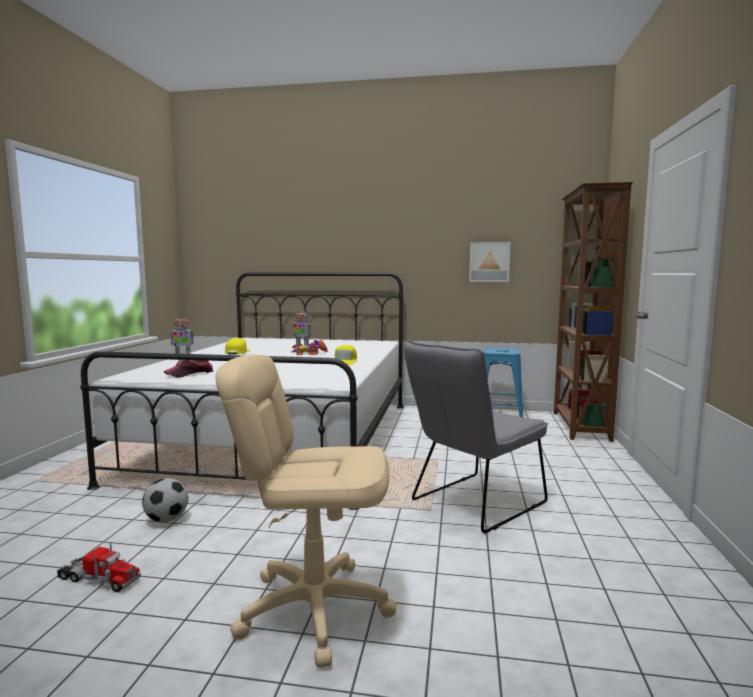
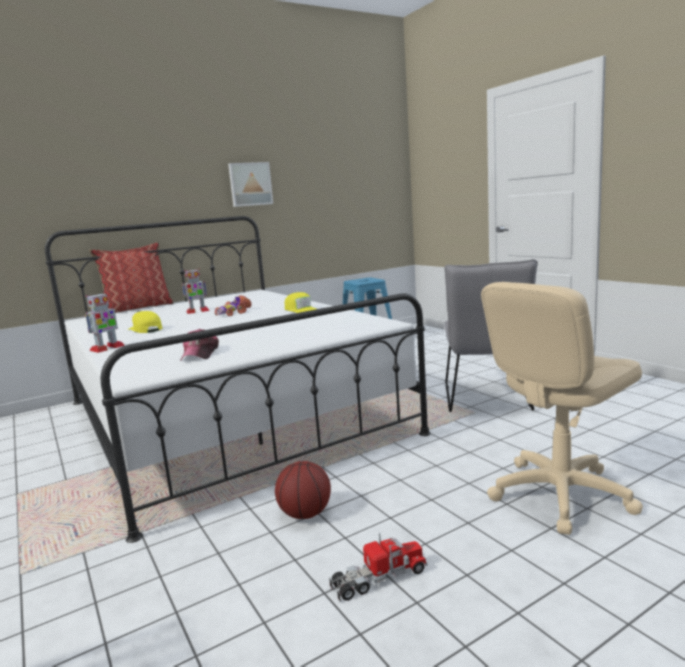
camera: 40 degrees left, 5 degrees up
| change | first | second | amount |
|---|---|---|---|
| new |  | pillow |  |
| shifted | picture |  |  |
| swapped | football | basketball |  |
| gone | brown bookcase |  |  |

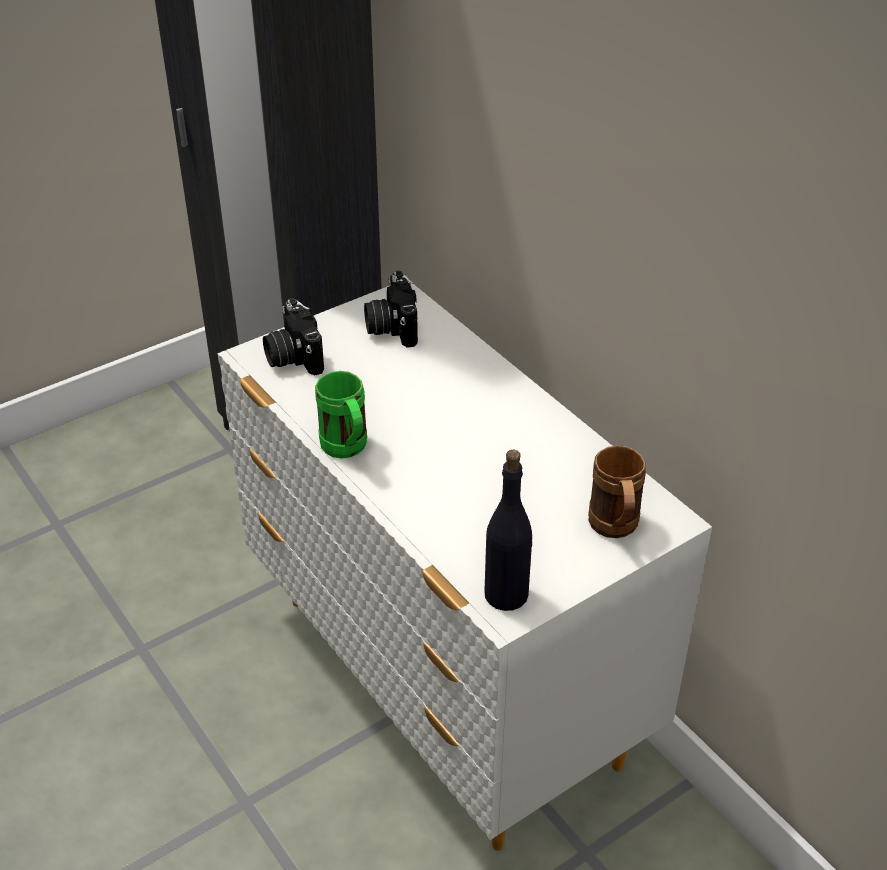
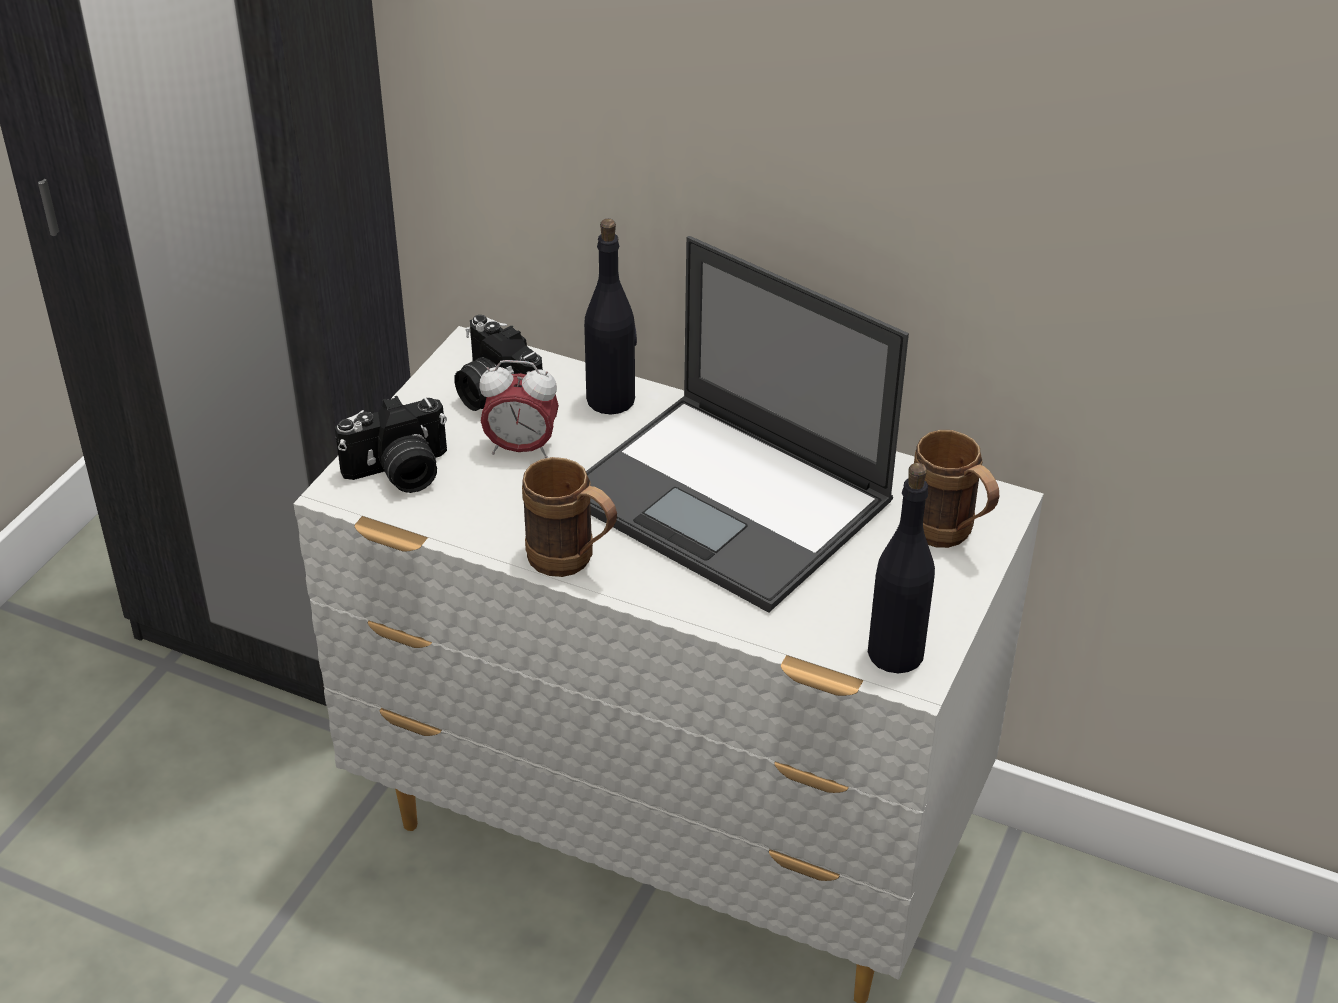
camera: 30 degrees left, 0 degrees up
| change | first | second | amount |
|---|---|---|---|
| rotated | photo camera (no. 1 from left) |  | 60 degrees counterclockwise |
| new |  | alarm clock |  |
| repainted | green mug | brown mug (no. 1 from left) |  |
| new |  | black bottle (no. 1 from left) |  |
| new |  | laptop |  |

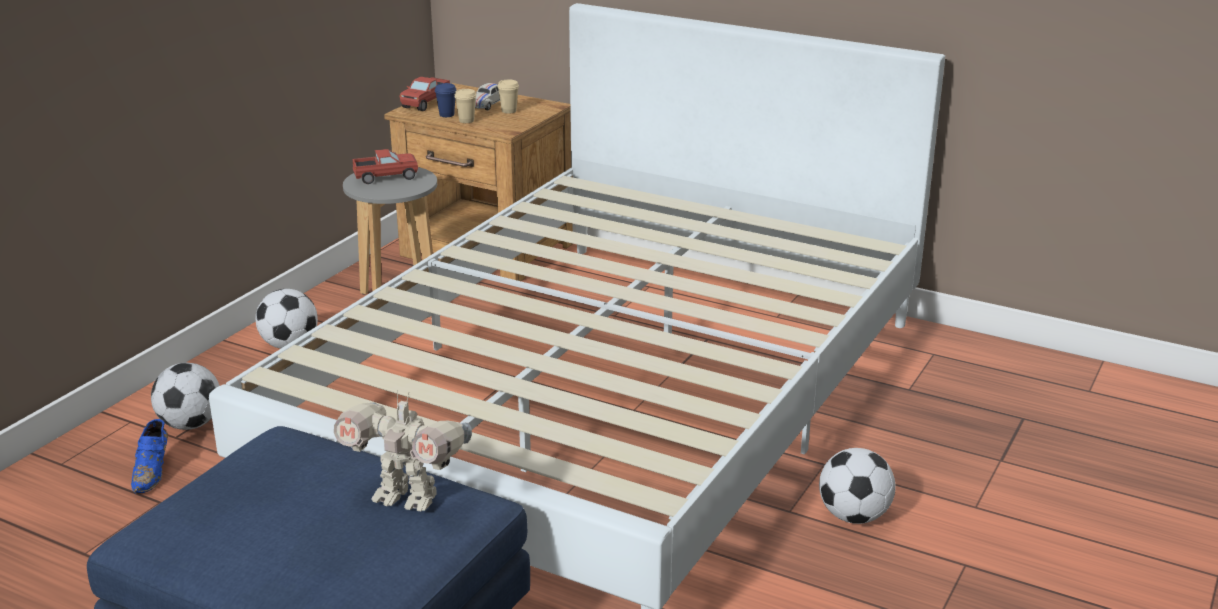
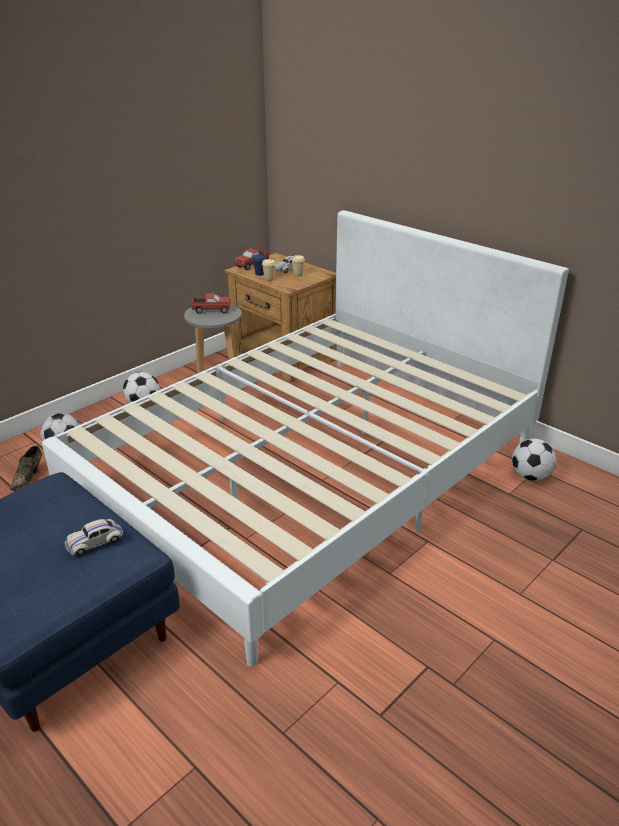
camera: 15 degrees right, 5 degrees up
| change | first | second | amount |
|---|---|---|---|
| repainted | blue shoe | brown shoe |  |
| swapped | toy robot | white toy car (no. 1 from left) |  |
| shifted | football (no. 3 from left) |  |  |

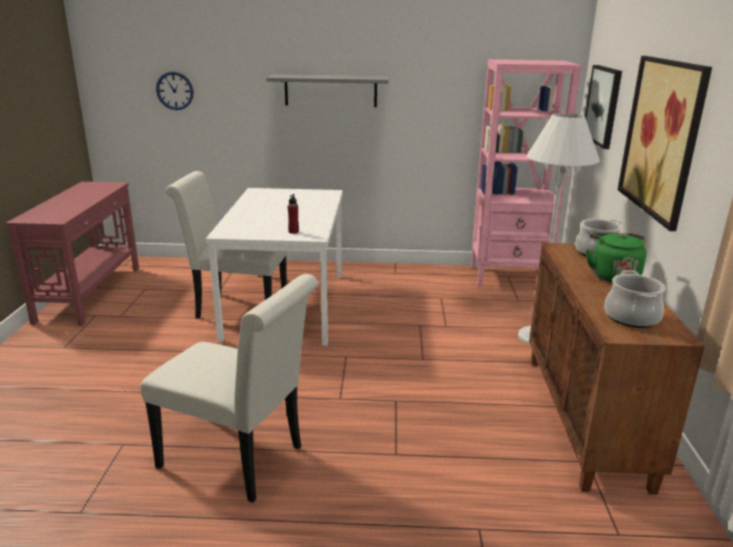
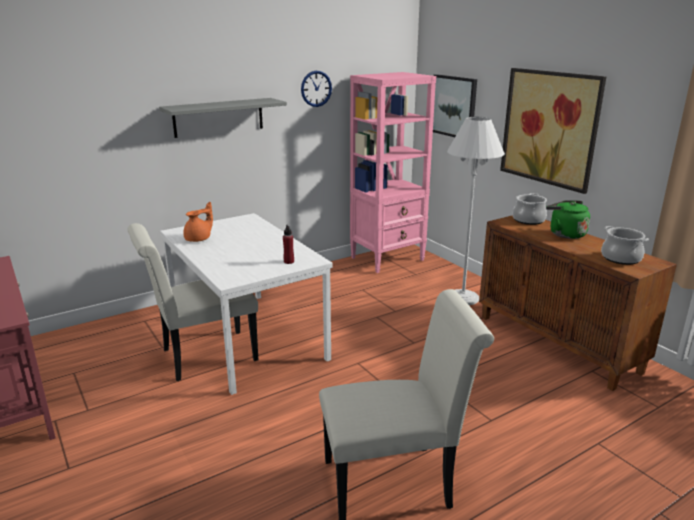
camera: 35 degrees left, 0 degrees up
| change | first | second | amount |
|---|---|---|---|
| new |  | orange teapot |  |
| shifted | wall clock |  |  |

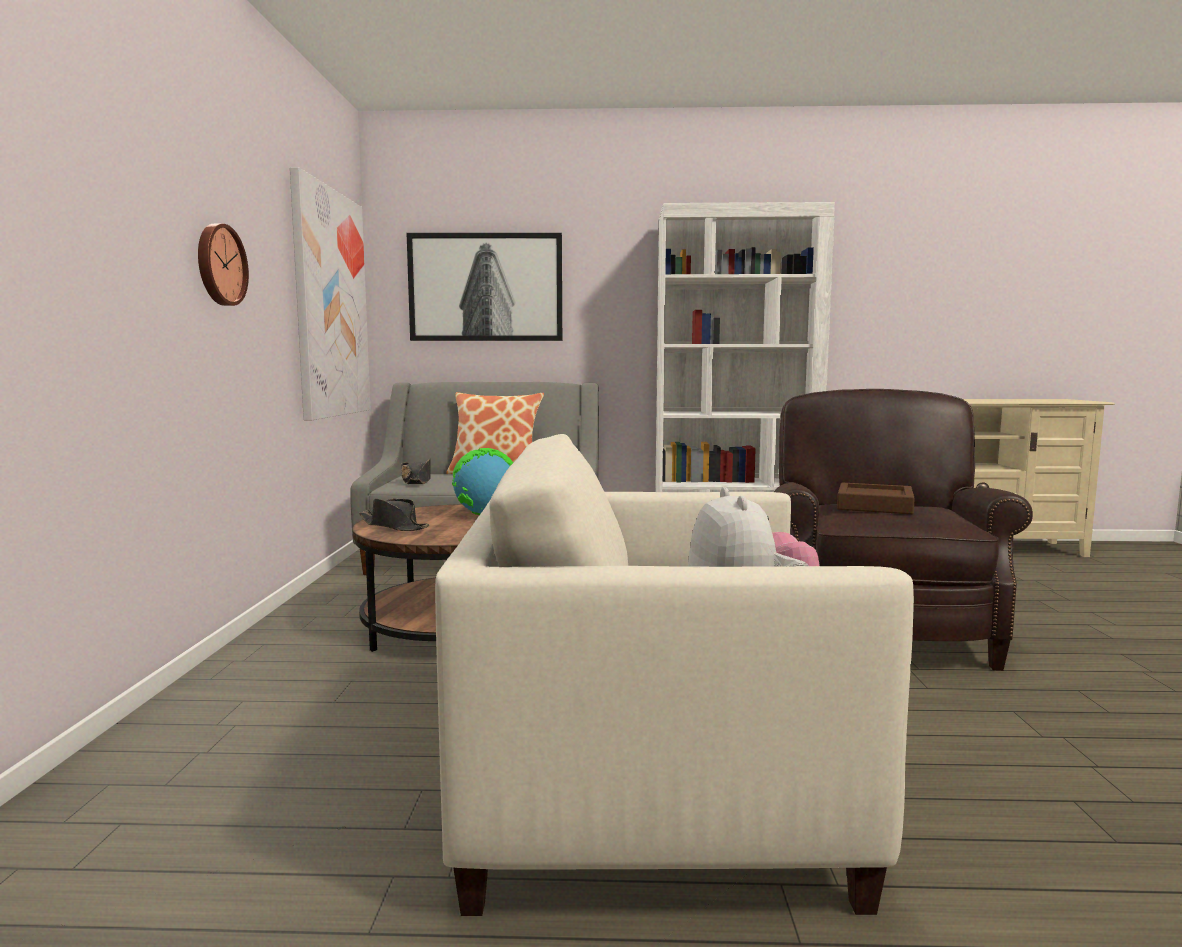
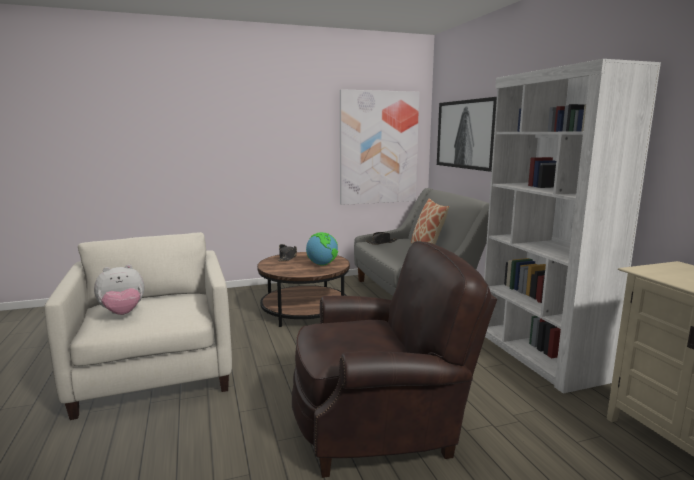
camera: 70 degrees right, 5 degrees up
| change | first | second | amount |
|---|---|---|---|
| gone | wall clock |  |  |
| gone | brown tray |  |  |

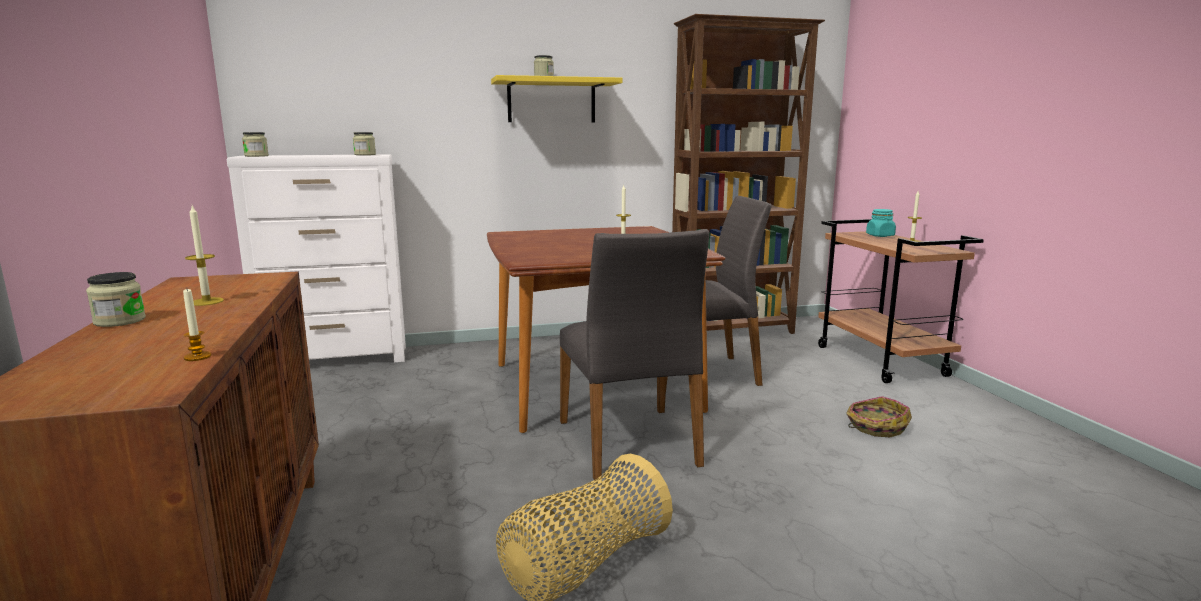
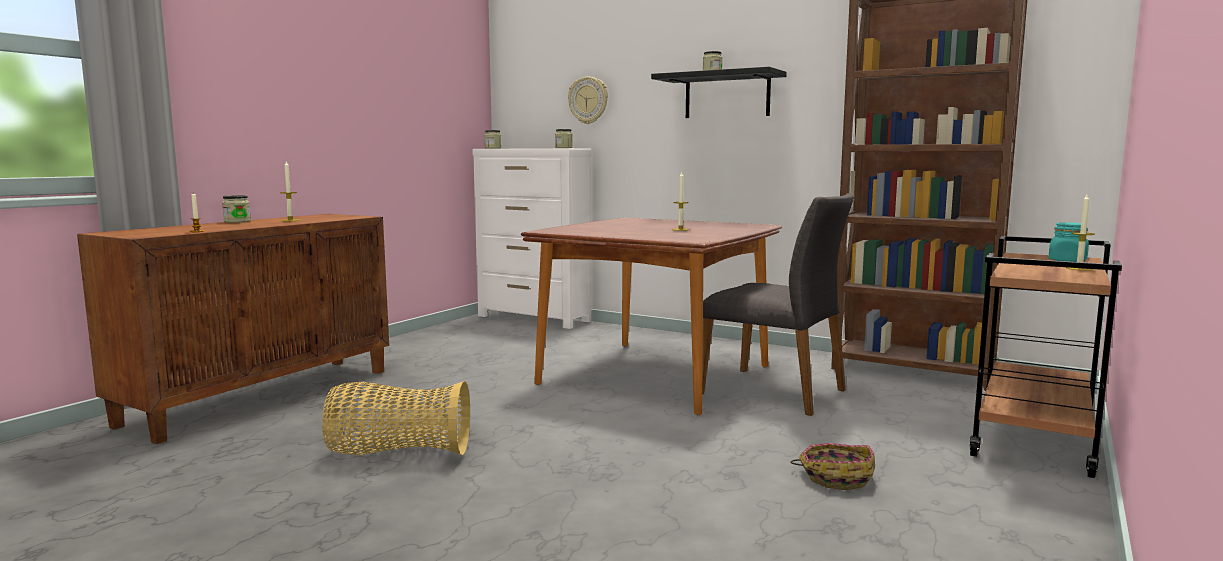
camera: 45 degrees right, 5 degrees down
| change | first | second | amount |
|---|---|---|---|
| new |  | wall clock |  |
| repainted | yellow shelf | black shelf |  |
| gone | grey chair (no. 1 from left) |  |  |

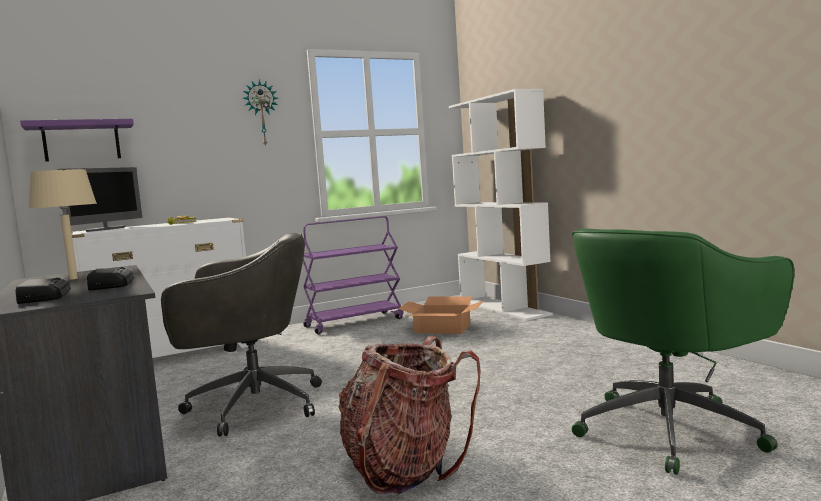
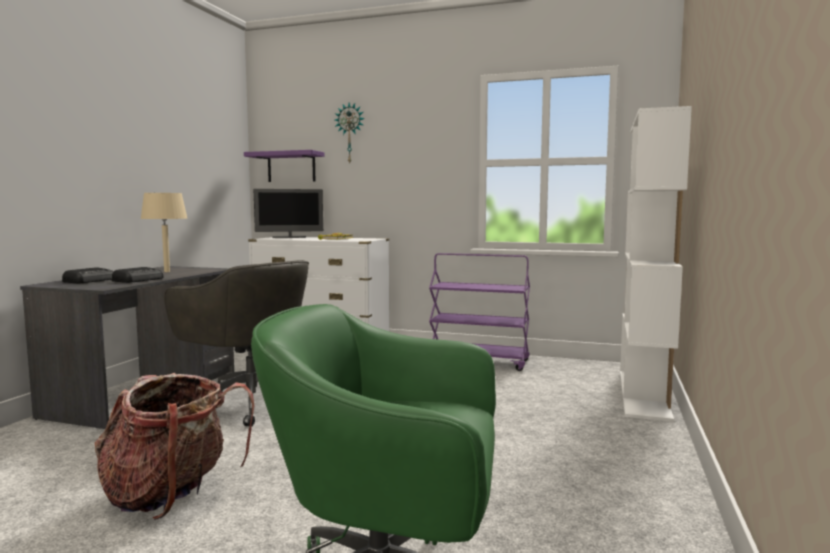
camera: 45 degrees right, 0 degrees up
| change | first | second | amount |
|---|---|---|---|
| shifted | wall clock |  |  |
| gone | cardboard box |  |  |

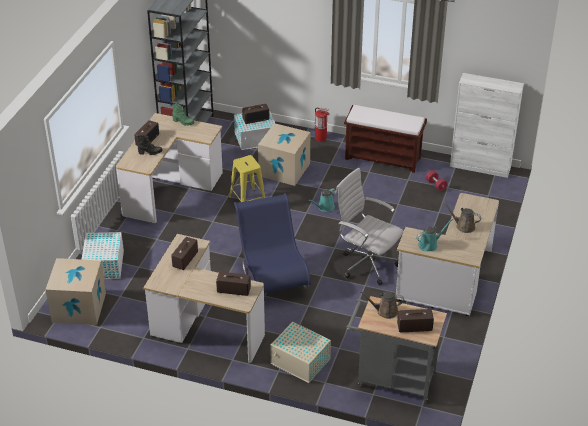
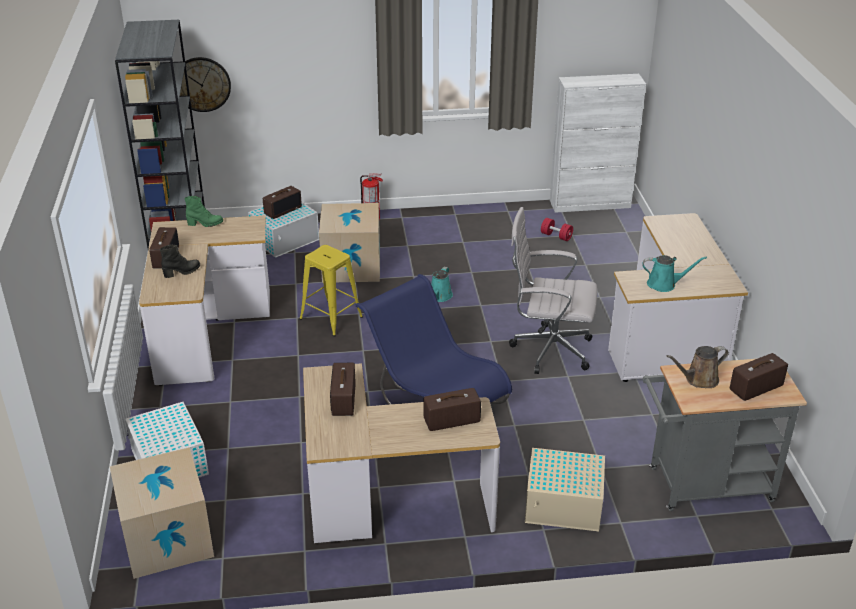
camera: 25 degrees left, 5 degrees down
| change | first | second | amount |
|---|---|---|---|
| new |  | wall clock |  |
| rotated | turquoise watering can (no. 2 from left) |  | 60 degrees clockwise |
| gone | brown bench |  |  |
| gone | brown watering can (no. 2 from left) |  |  |

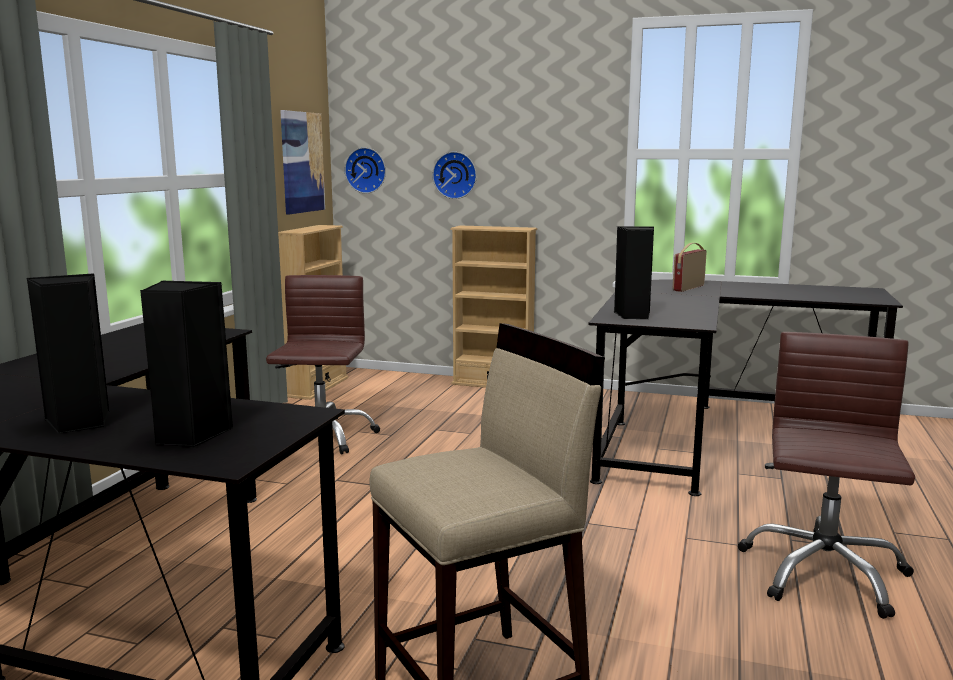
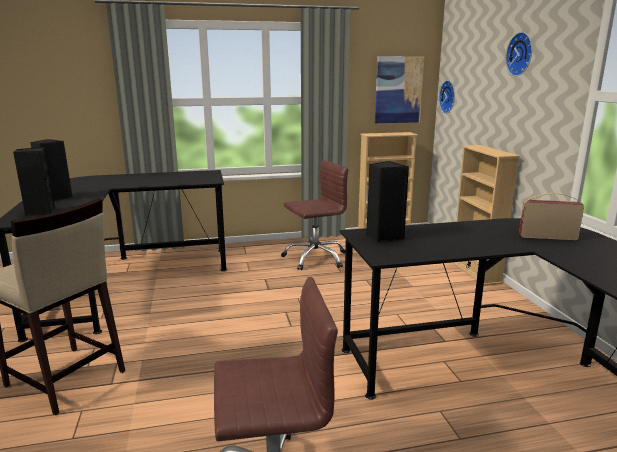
camera: 60 degrees right, 5 degrees up
| change | first | second | amount |
|---|---|---|---|
| shifted | wall clock (no. 2 from left) |  |  |

